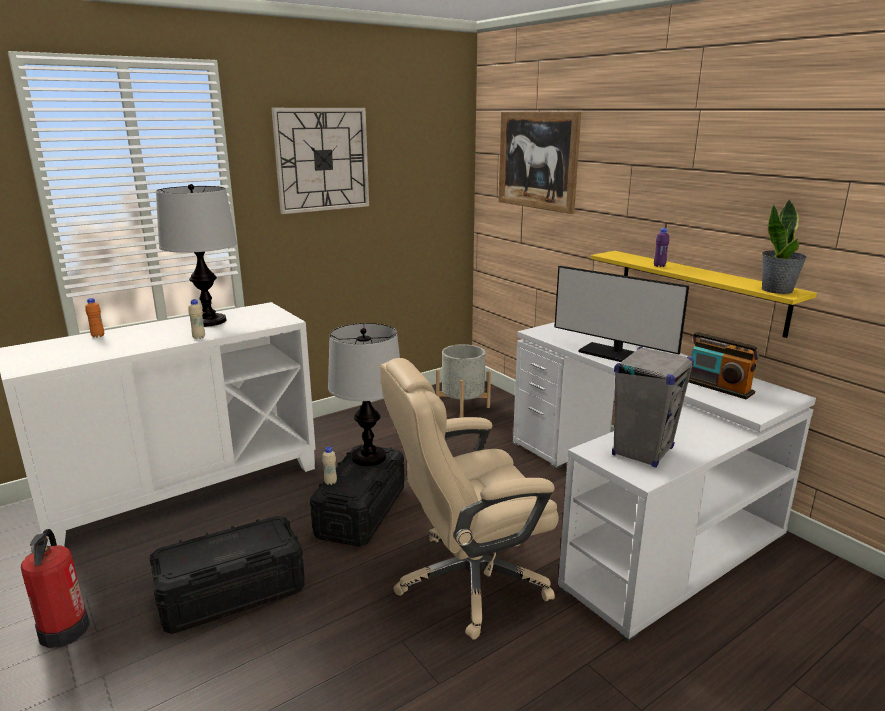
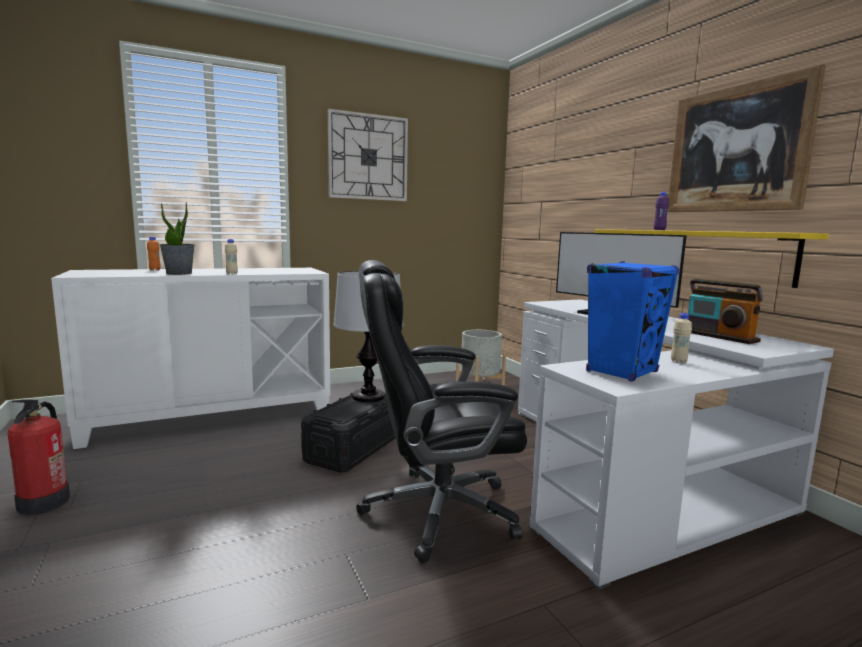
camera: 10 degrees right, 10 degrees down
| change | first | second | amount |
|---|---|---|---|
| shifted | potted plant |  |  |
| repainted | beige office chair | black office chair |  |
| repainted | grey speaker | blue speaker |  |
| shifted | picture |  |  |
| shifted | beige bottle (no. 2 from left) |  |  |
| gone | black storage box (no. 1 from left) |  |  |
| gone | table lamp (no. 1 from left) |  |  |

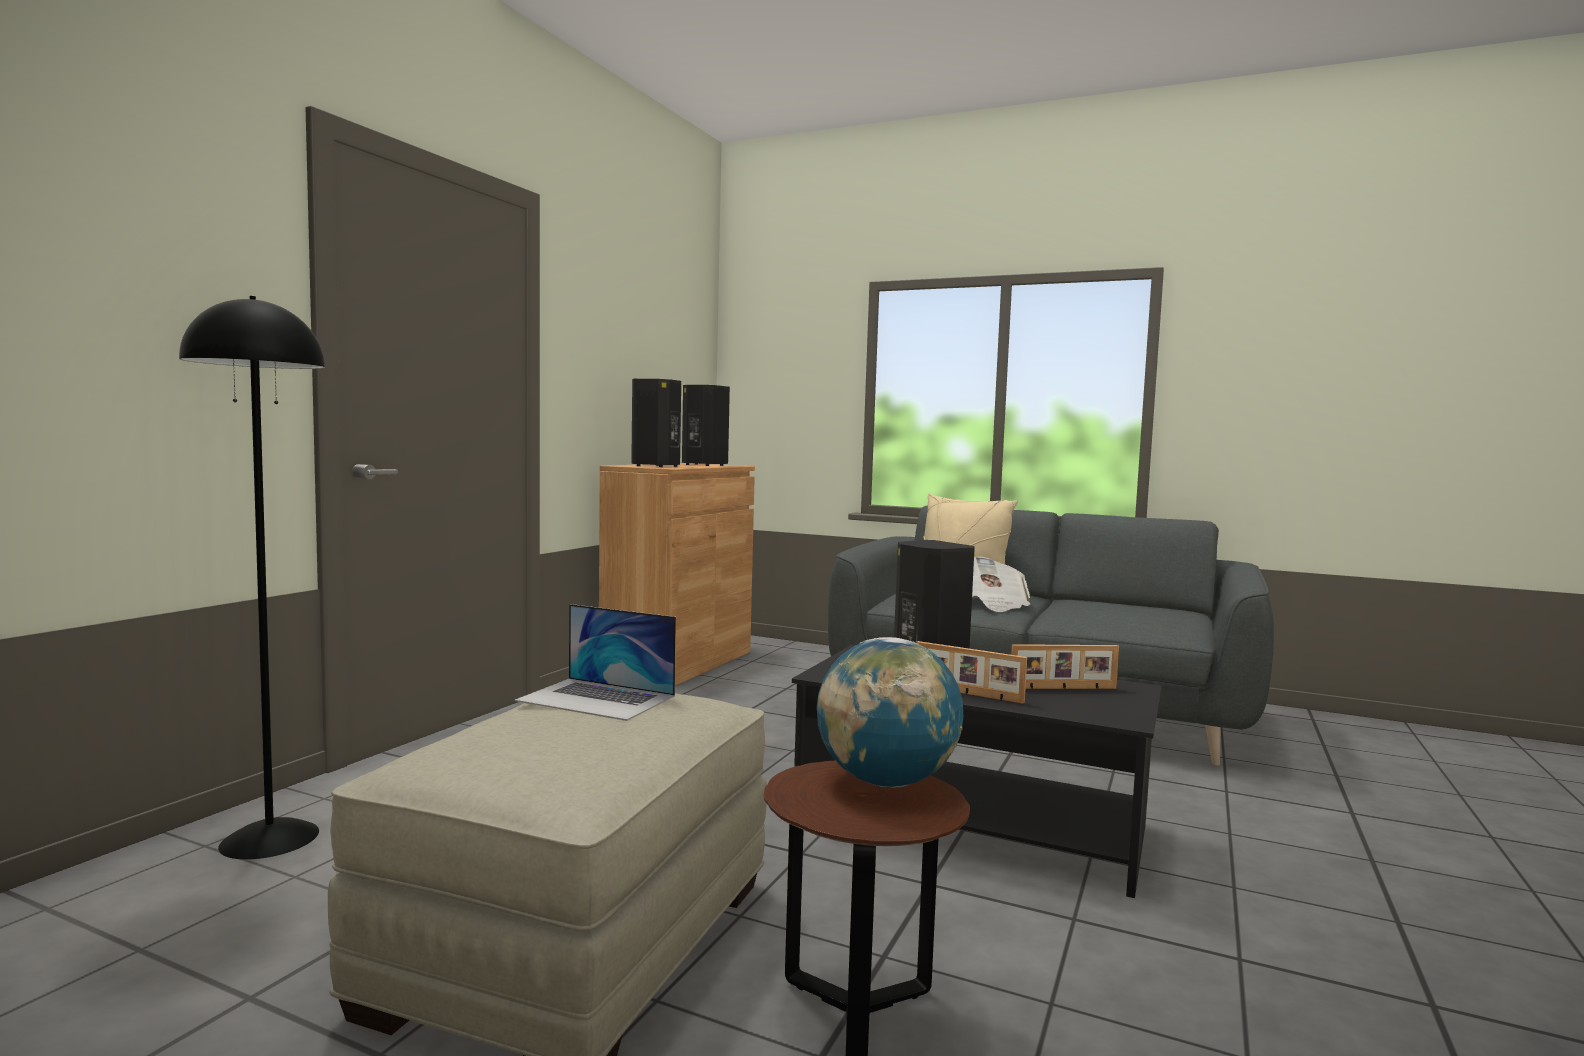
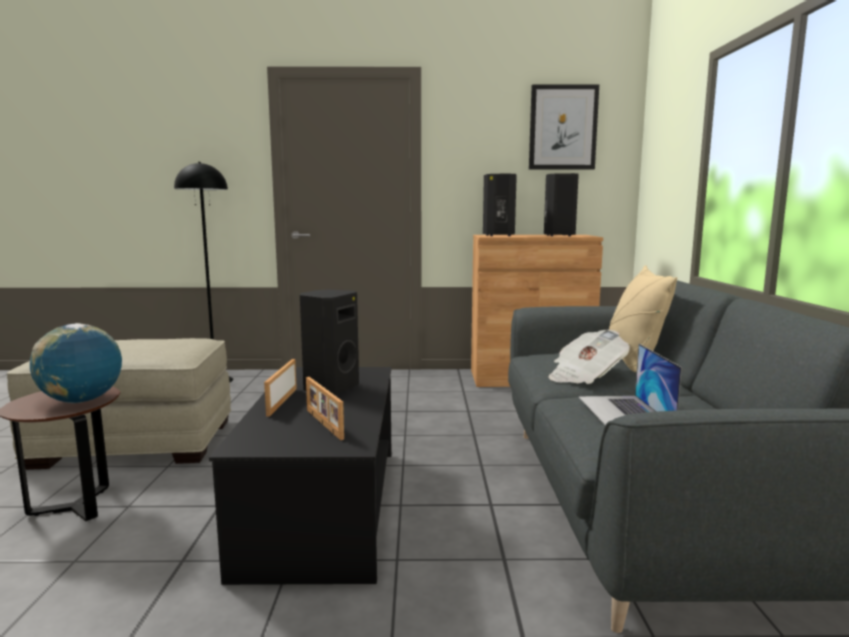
camera: 65 degrees right, 5 degrees up
| change | first | second | amount |
|---|---|---|---|
| new |  | picture |  |
| shifted | laptop |  |  |

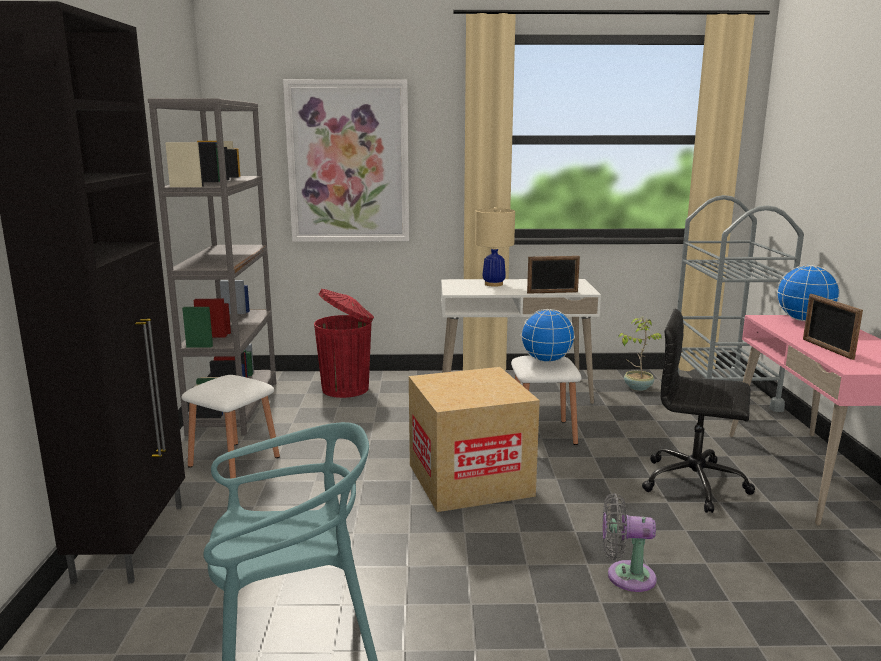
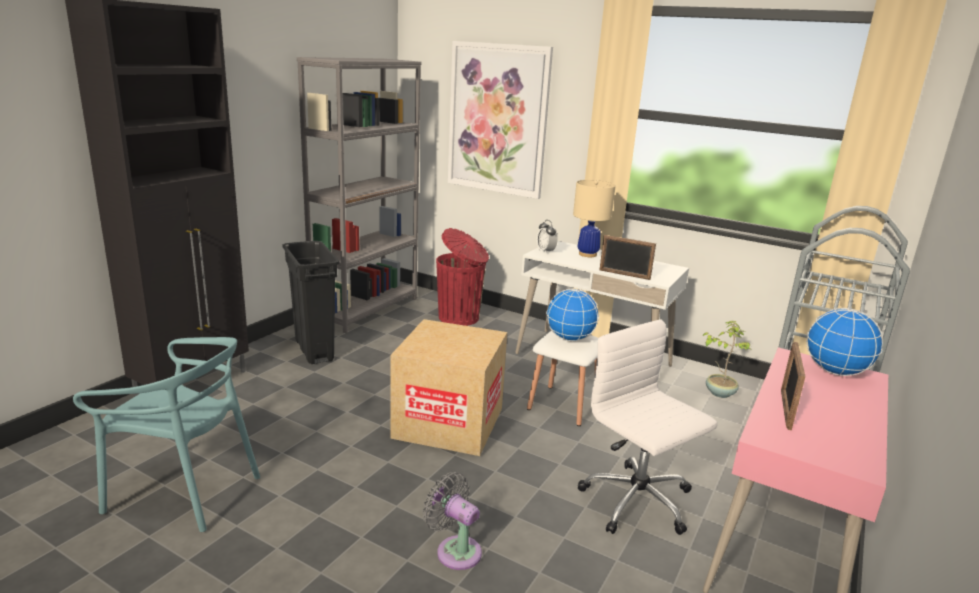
camera: 30 degrees right, 5 degrees up
| change | first | second | amount |
|---|---|---|---|
| swapped | white stool (no. 1 from left) | black trash can |  |
| new |  | alarm clock |  |
| repainted | black office chair | white office chair |  |

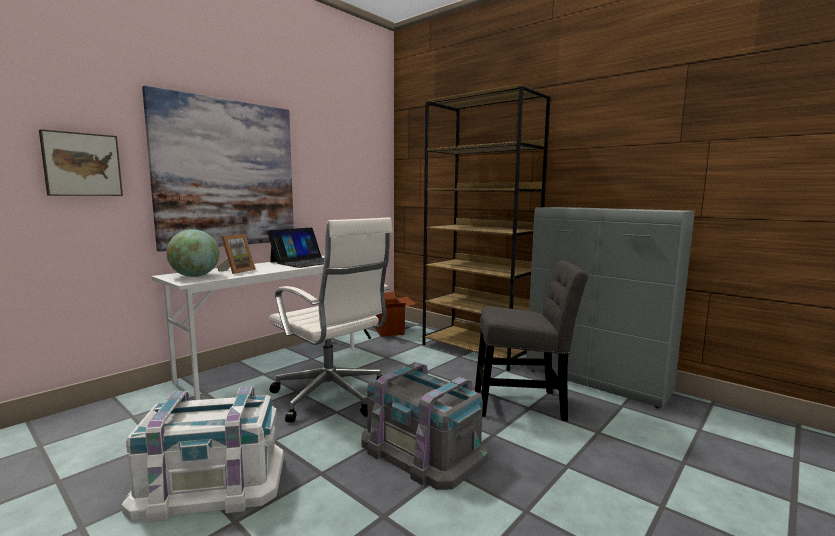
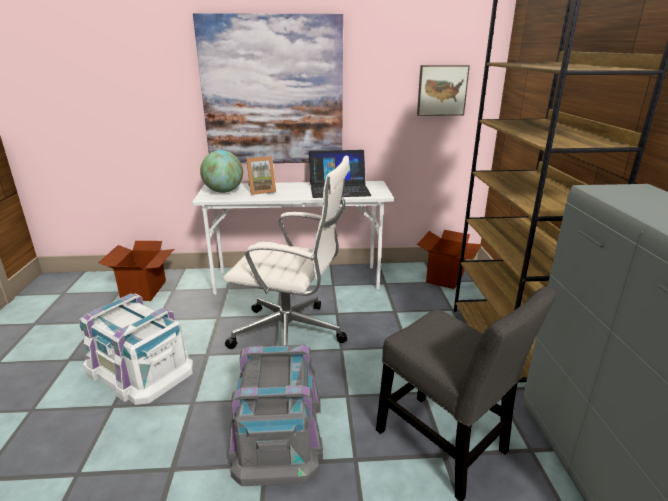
camera: 45 degrees right, 15 degrees up
| change | first | second | amount |
|---|---|---|---|
| new |  | cardboard box (no. 1 from left) |  |
| rotated | white office chair |  | 75 degrees counterclockwise |
| shifted | picture (no. 1 from left in the first image) | picture (no. 2 from left) |  |

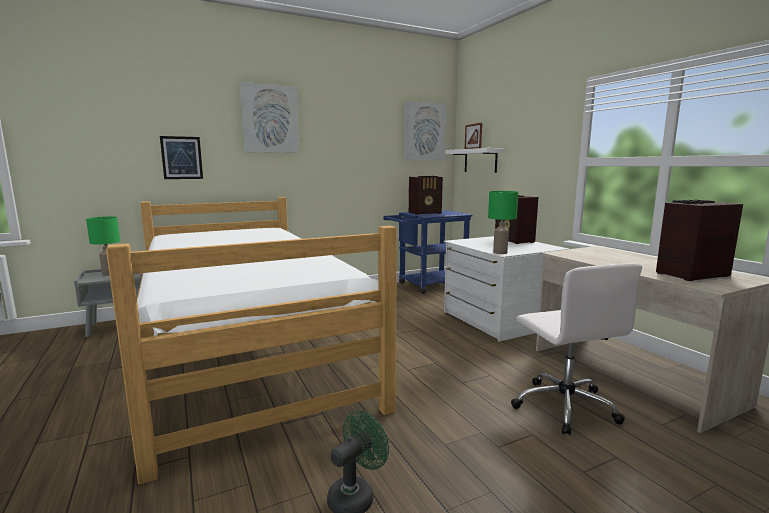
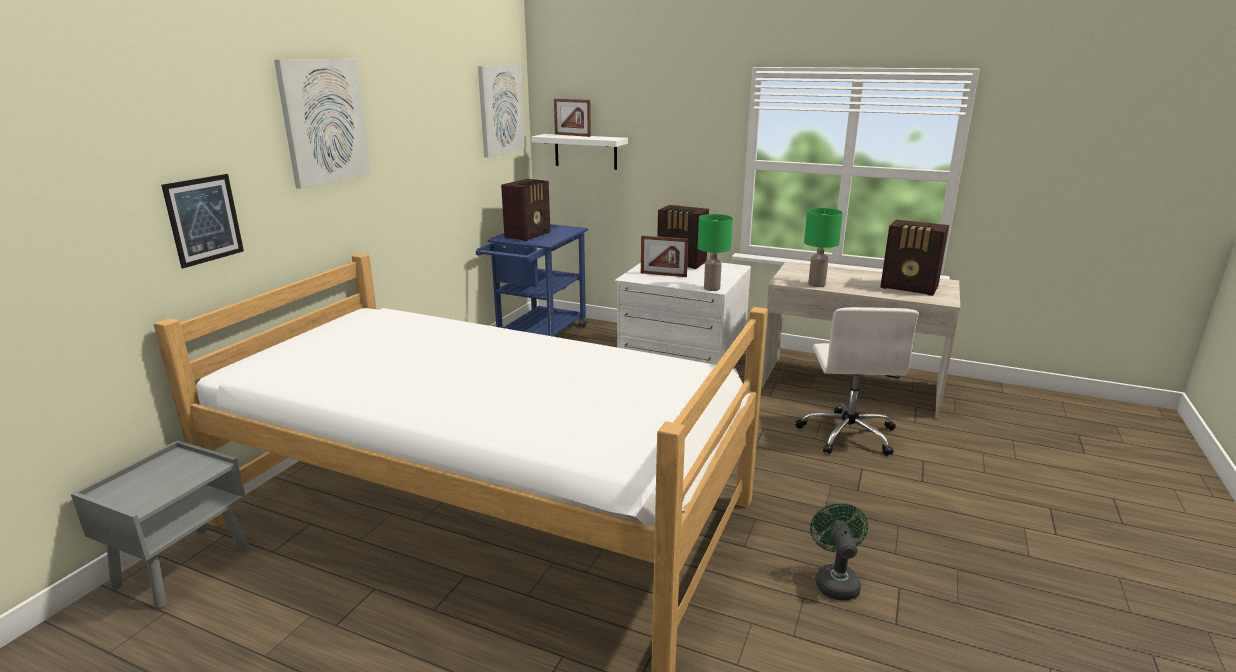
camera: 40 degrees left, 10 degrees up
| change | first | second | amount |
|---|---|---|---|
| new |  | picture frame (no. 2 from left) |  |
| rotated | white office chair |  | 60 degrees clockwise |
| shifted | green table lamp (no. 1 from left in the first image) | green table lamp (no. 2 from left) |  |
| rotated | radio (no. 3 from left) |  | 90 degrees counterclockwise |

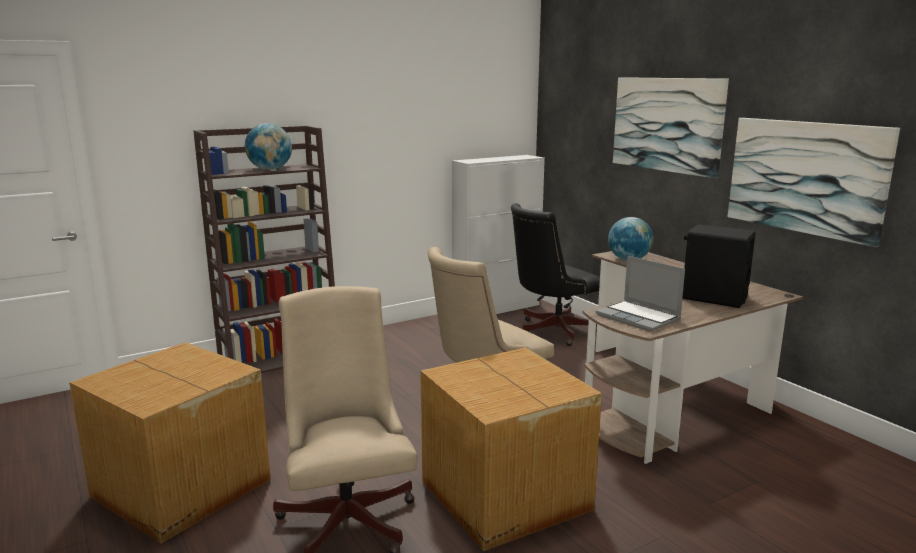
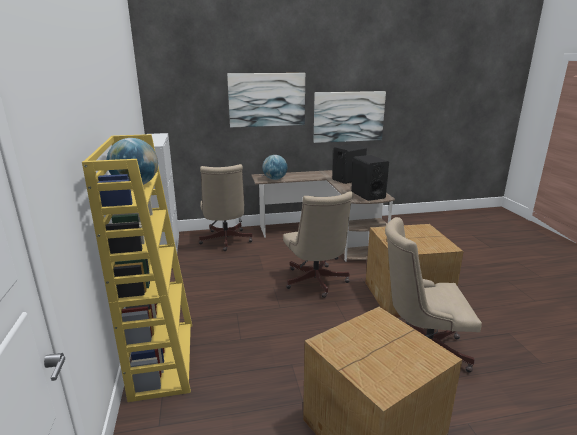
camera: 70 degrees left, 5 degrees up
| change | first | second | amount |
|---|---|---|---|
| repainted | brown bookcase | yellow bookcase |  |
| repainted | black office chair | beige office chair (no. 1 from left) |  |
| swapped | laptop | black speaker (no. 2 from left) |  |

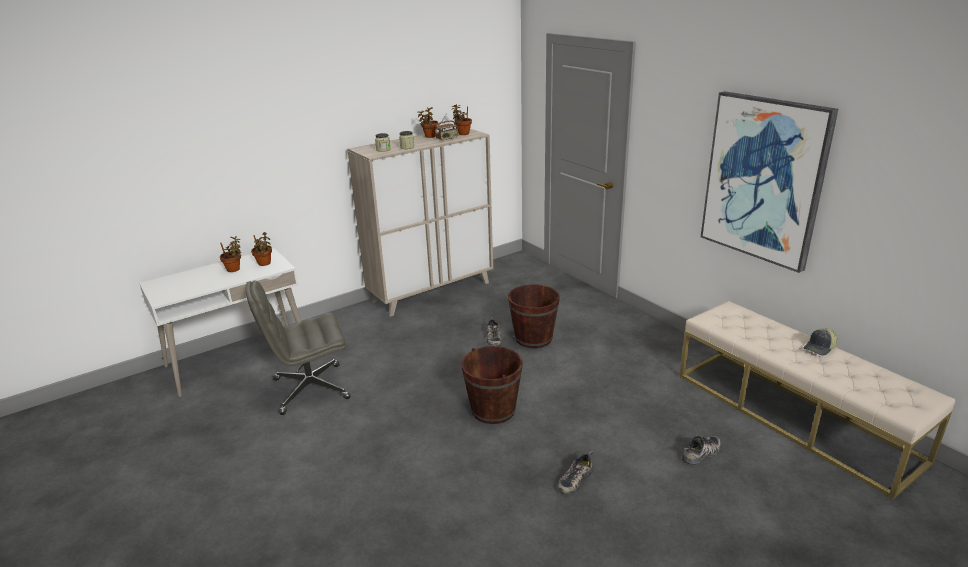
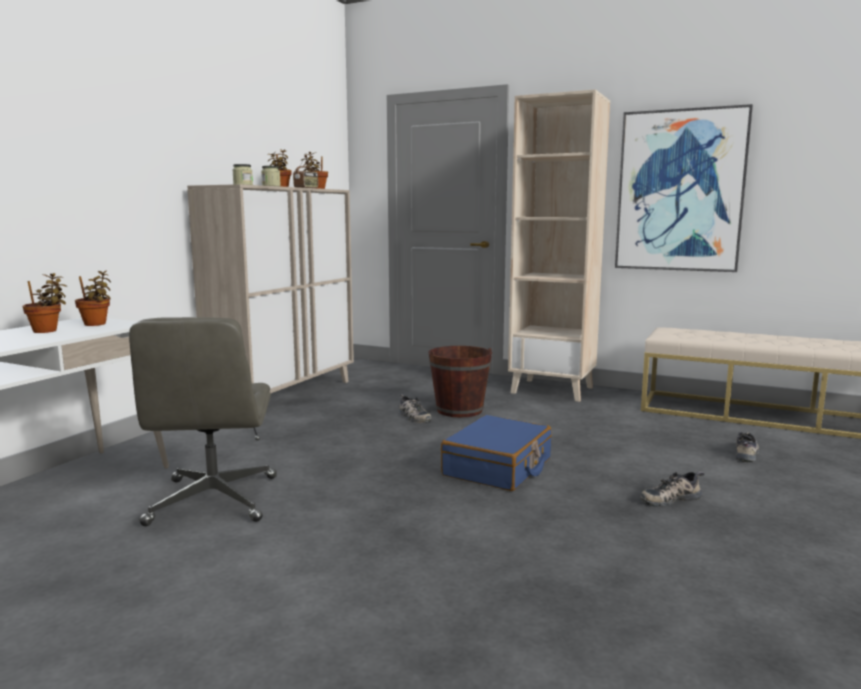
camera: 30 degrees left, 15 degrees down
| change | first | second | amount |
|---|---|---|---|
| rotated | grey office chair |  | 45 degrees counterclockwise |
| swapped | brown bucket (no. 1 from left) | blue suitcase |  |
| new |  | beige bookcase |  |
| rotated | shoe (no. 2 from left) |  | 60 degrees clockwise |
| gone | cap |  |  |

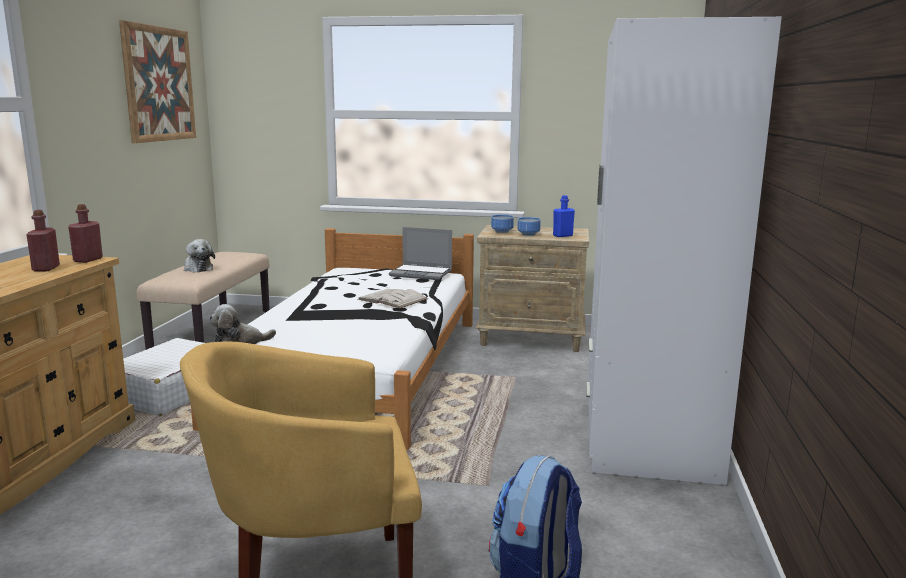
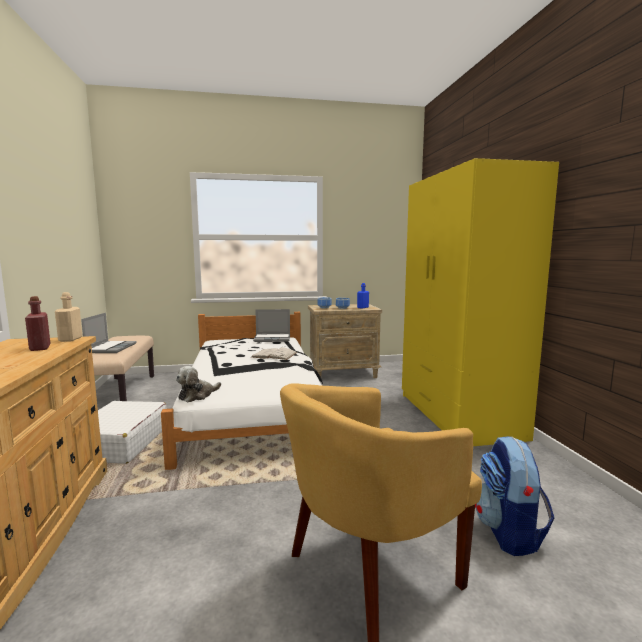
camera: 20 degrees left, 5 degrees down
| change | first | second | amount |
|---|---|---|---|
| repainted | red bottle (no. 2 from left) | beige bottle |  |
| swapped | plush toy (no. 1 from left) | laptop (no. 1 from left) |  |
| repainted | white wardrobe | yellow wardrobe |  |
| gone | picture |  |  |

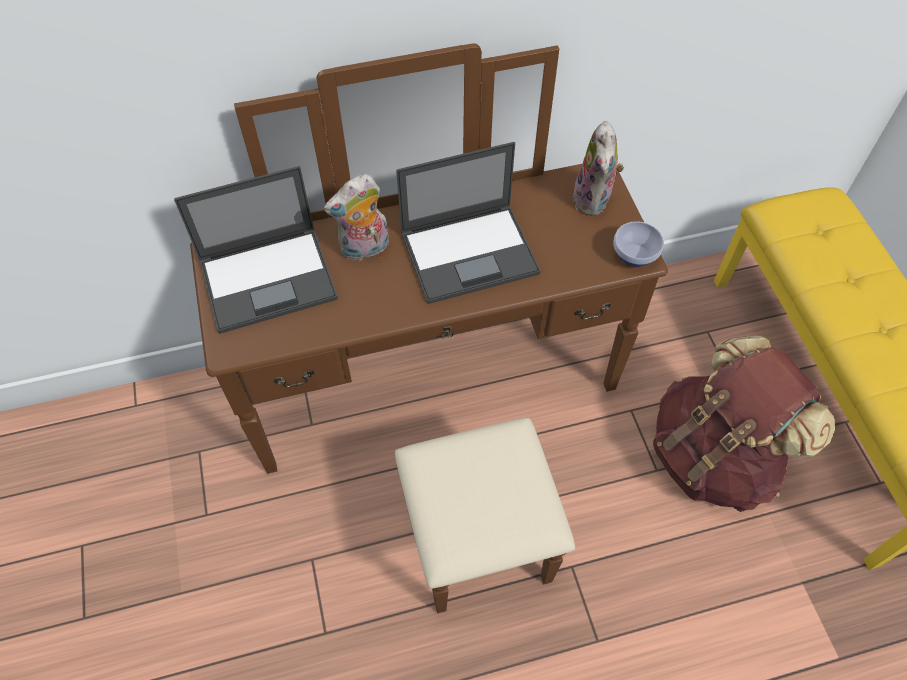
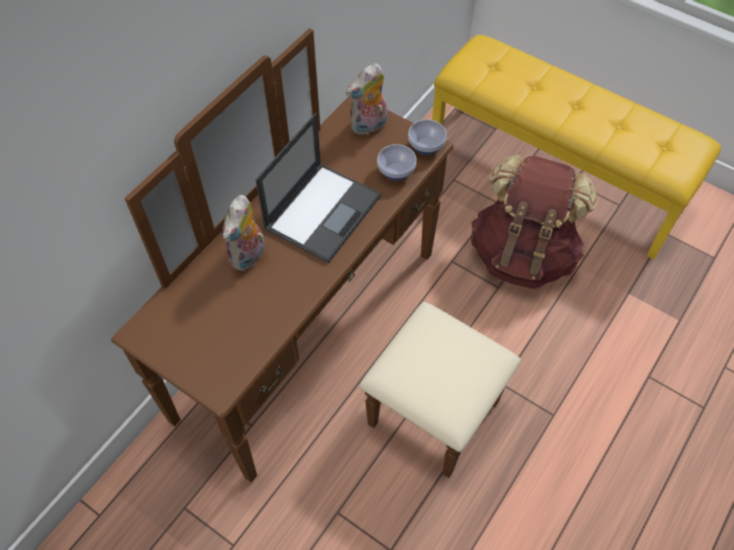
camera: 40 degrees left, 0 degrees up
| change | first | second | amount |
|---|---|---|---|
| rotated | plush toy (no. 2 from left) |  | 90 degrees clockwise |
| new |  | bowl (no. 1 from left) |  |
| gone | laptop (no. 1 from left) |  |  |

